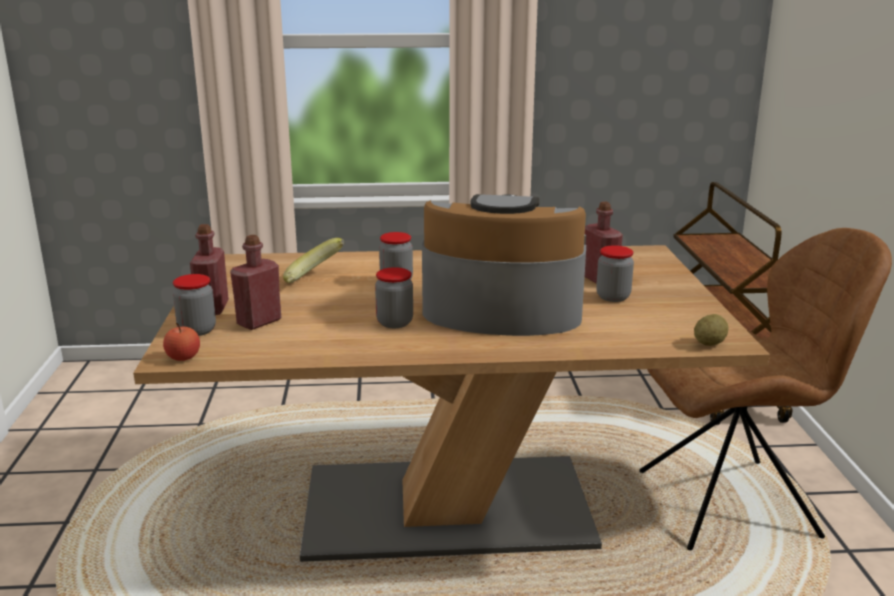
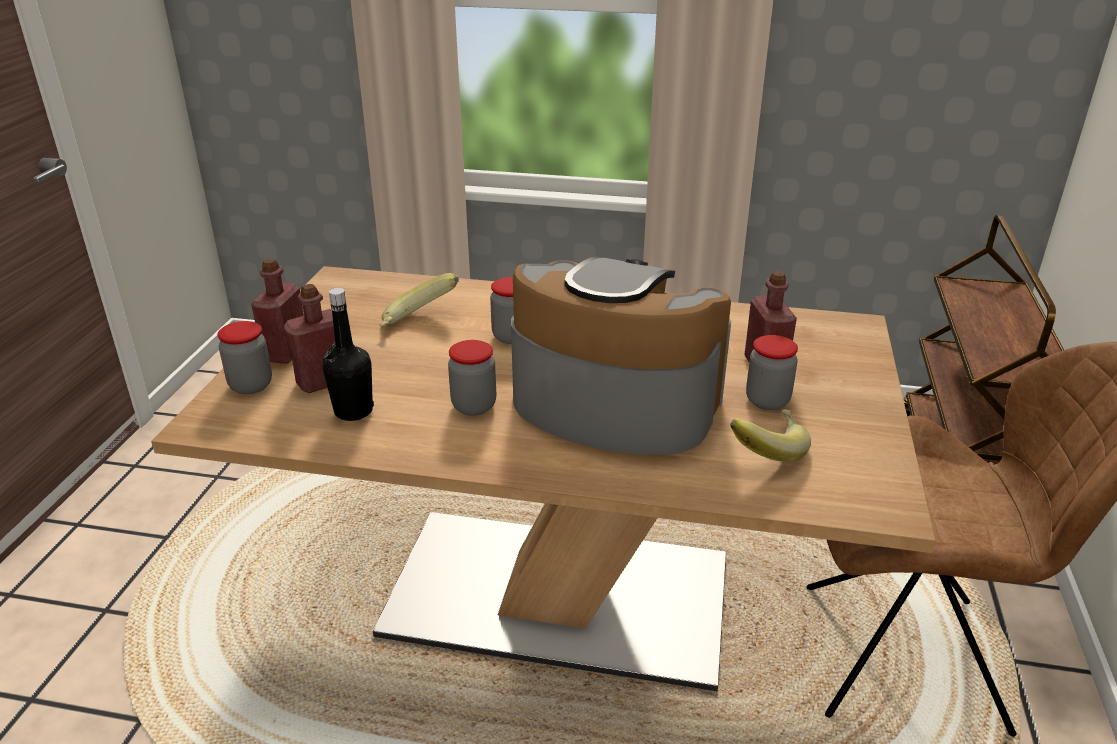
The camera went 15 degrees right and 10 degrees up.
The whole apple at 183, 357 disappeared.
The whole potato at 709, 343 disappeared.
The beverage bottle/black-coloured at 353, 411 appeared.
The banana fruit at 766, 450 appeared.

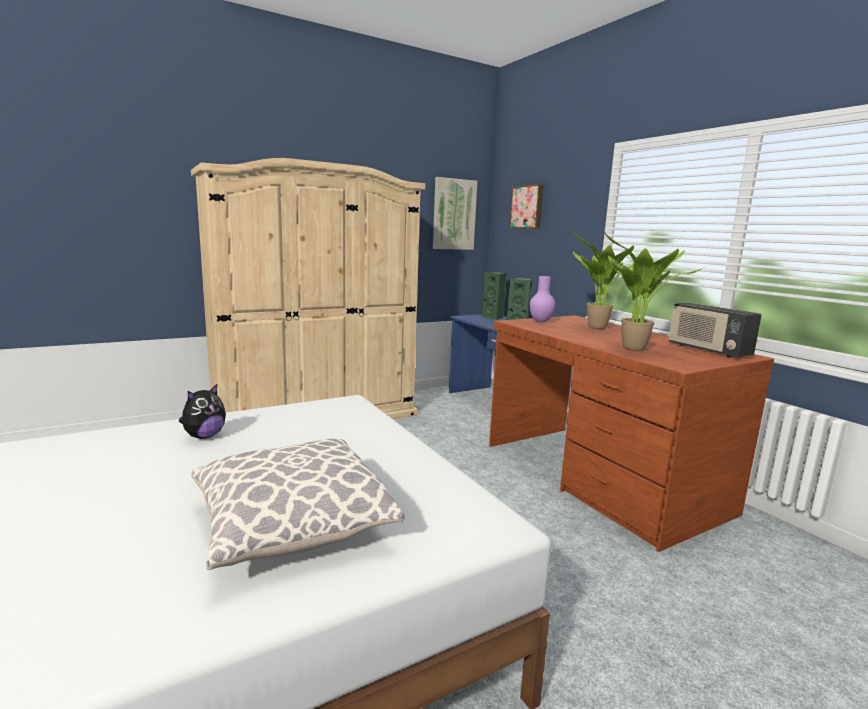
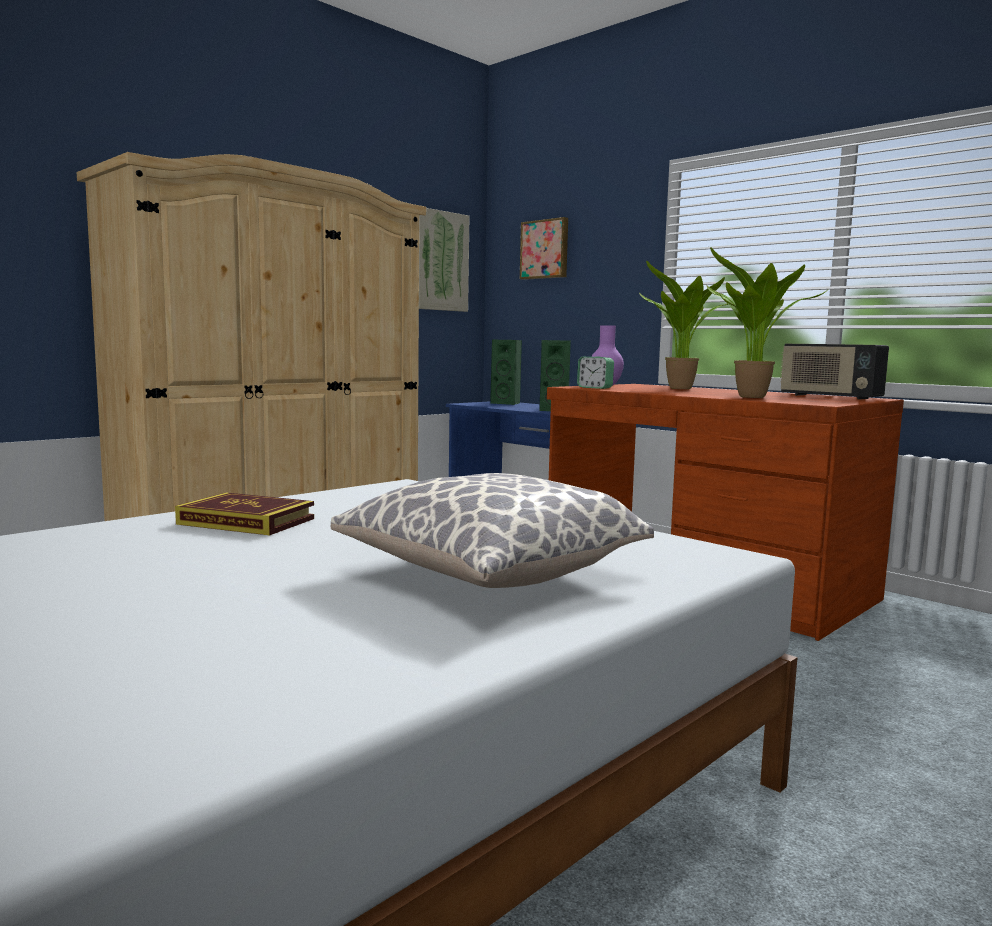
The camera went 15 degrees left and 5 degrees down.
The soft toy at 204, 436 was replaced by the book at 246, 521.
The table clock at 594, 388 appeared.

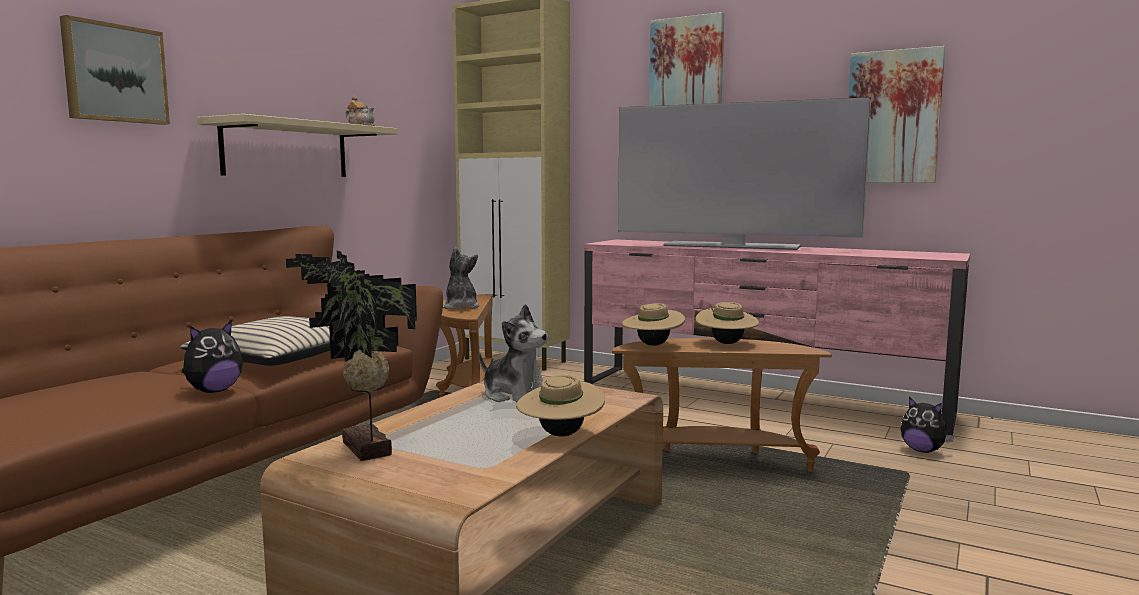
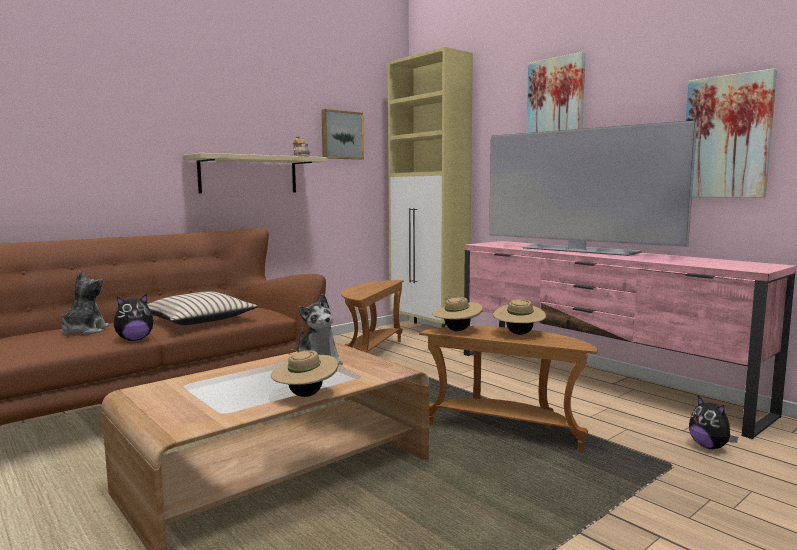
The camera went 20 degrees right and 0 degrees up.
The wall art moved from 114, 73 to 341, 135.
The houseplant at 362, 450 disappeared.
The soft toy moved from 460, 307 to 84, 331.

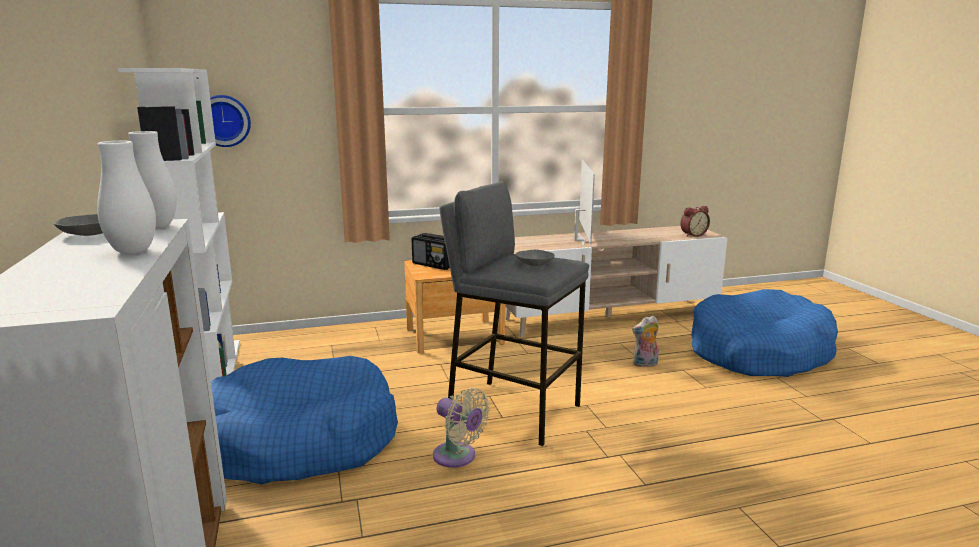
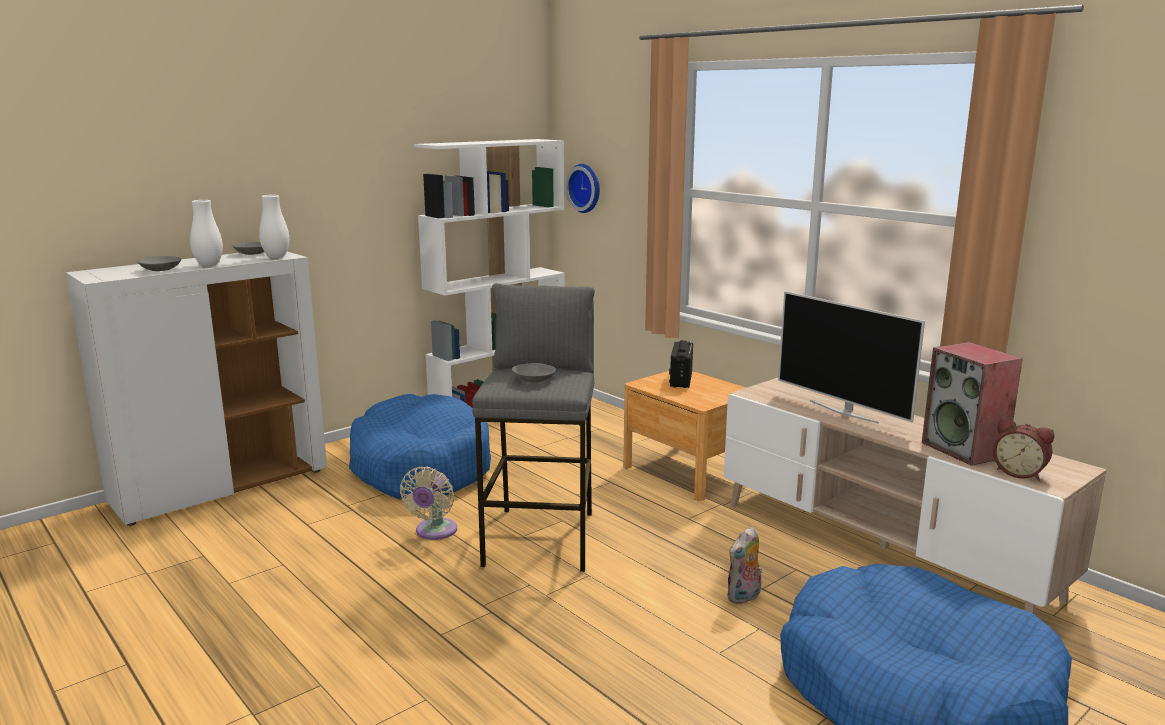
The camera went 65 degrees right and 0 degrees up.
The TV set at 579, 240 turned 75 degrees clockwise.
The soft toy at 645, 364 turned 90 degrees counterclockwise.
The bowl/grey at 161, 270 appeared.
The loudspeaker at 965, 450 appeared.

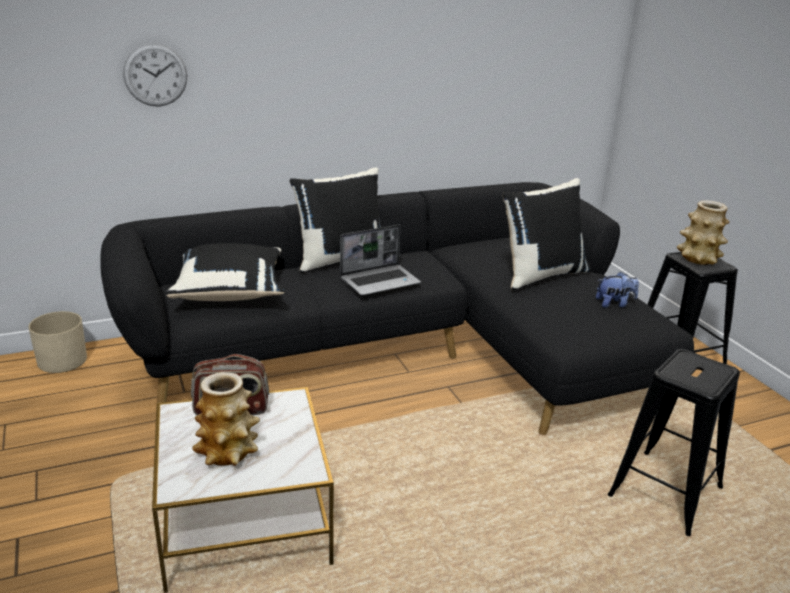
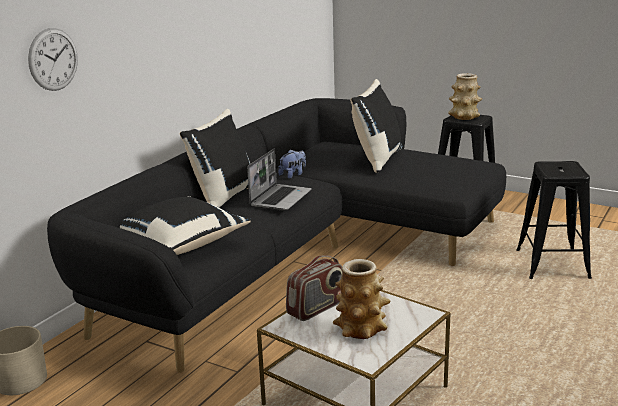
The camera went 35 degrees left and 5 degrees down.
The soft toy moved from 614, 304 to 293, 175.

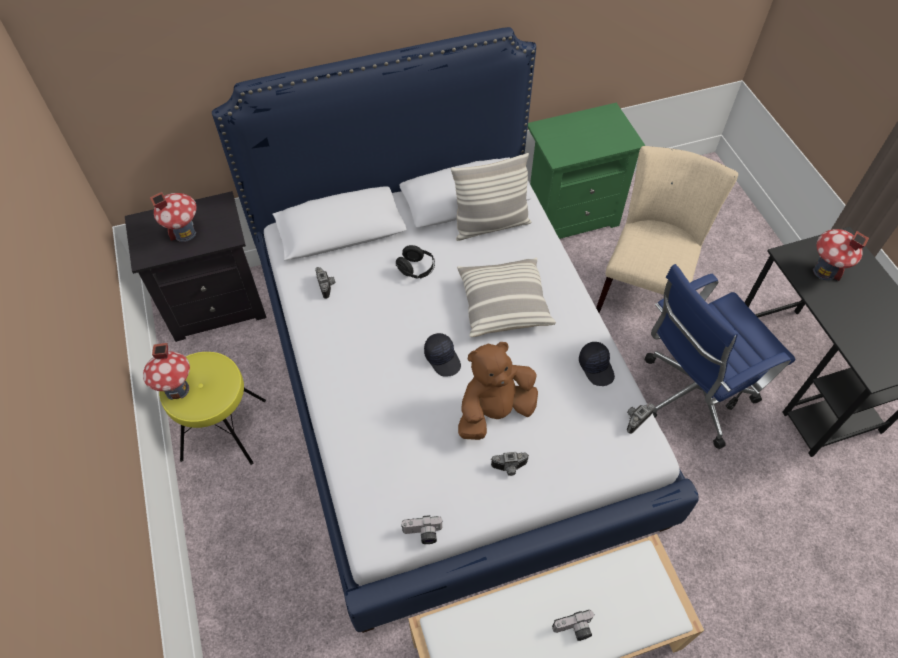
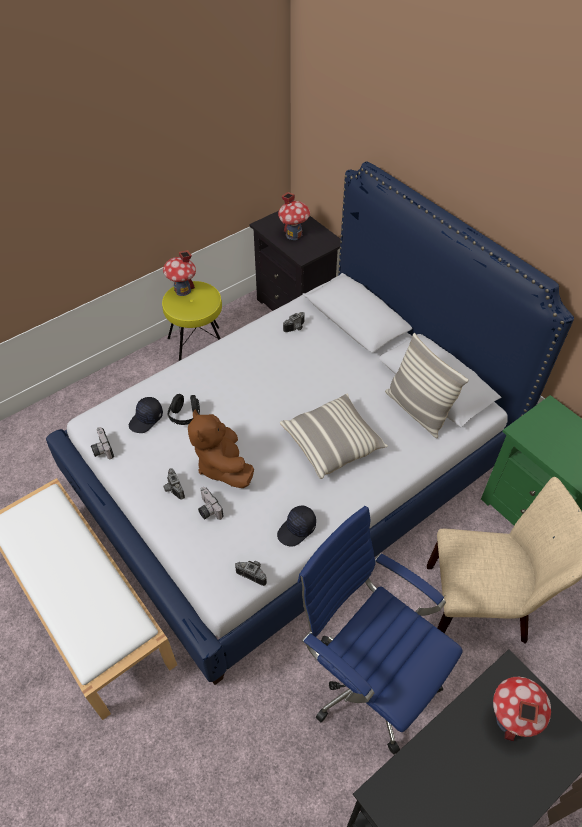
The camera went 70 degrees right and 5 degrees down.
The headphones/black-coloured moved from 416, 269 to 185, 416.
The peaked cap/black-coloured moved from 443, 358 to 146, 419.
The soft toy/brown-coloured at 494, 411 turned 150 degrees counterclockwise.
The still camera moved from 574, 630 to 208, 510.

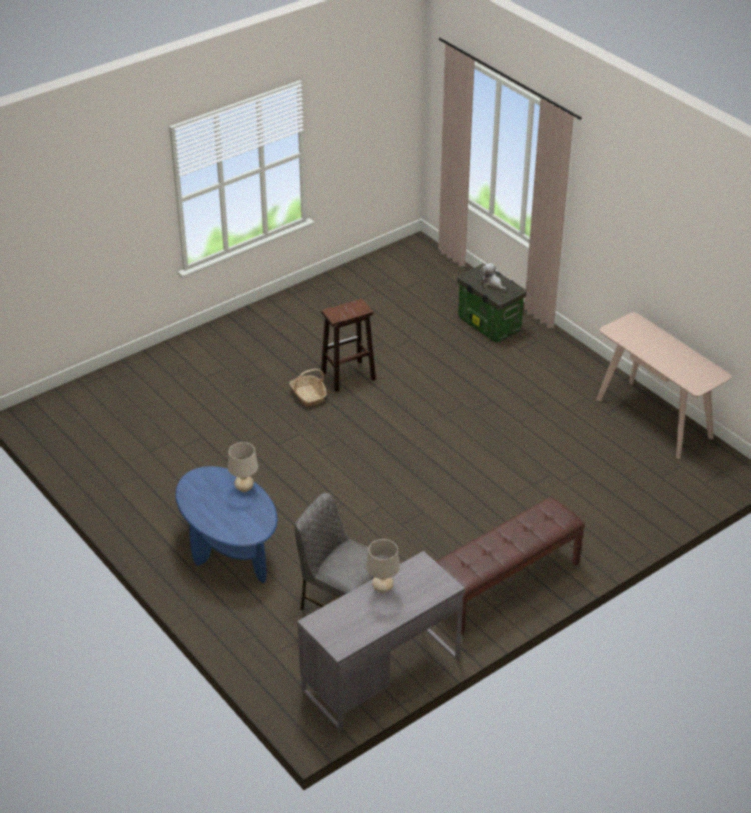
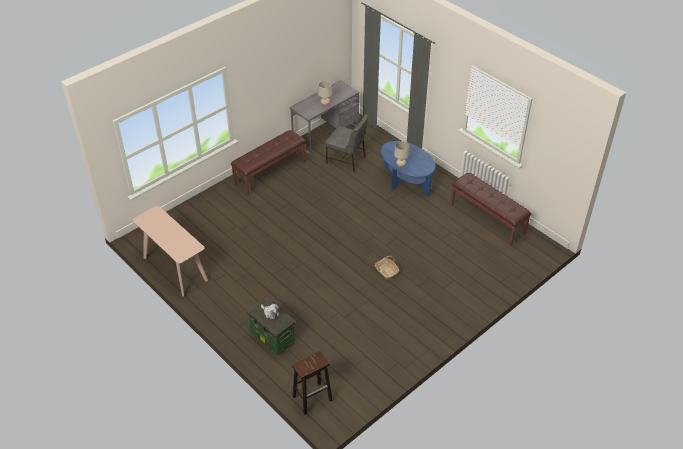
The camera went 175 degrees right and 5 degrees up.
The stool/brown-coloured moved from 347, 376 to 312, 398.
The long seat/brown-coloured at 487, 218 appeared.

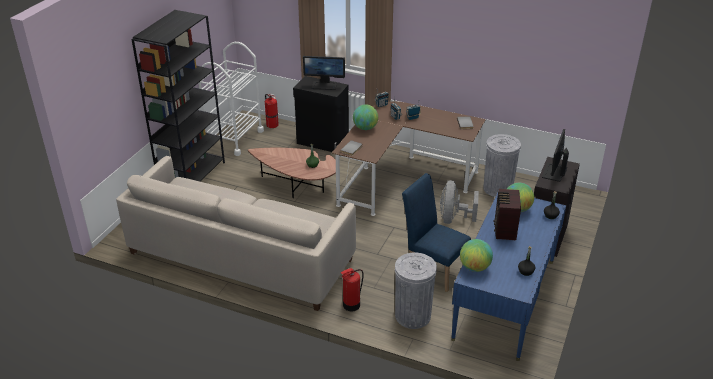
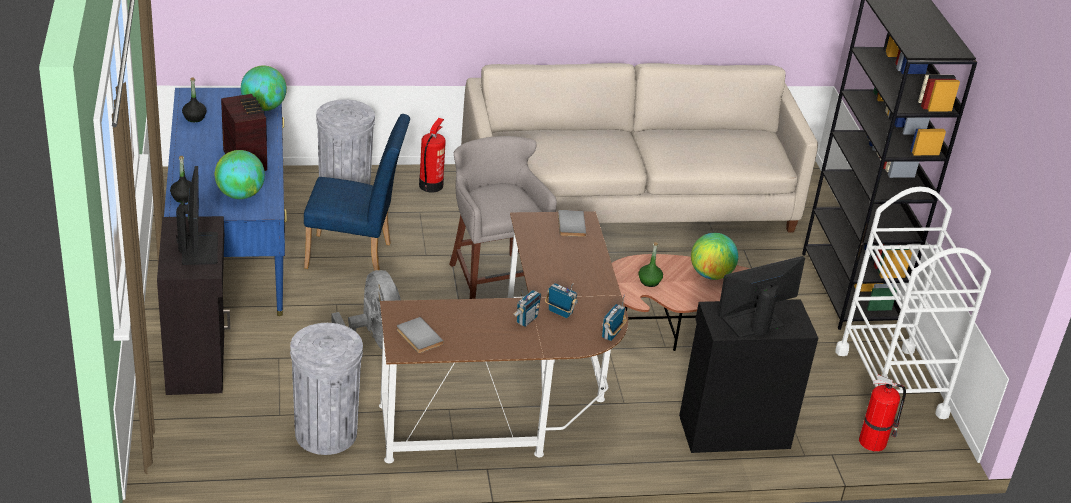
The camera went 145 degrees right and 0 degrees up.
The globe moved from 365, 128 to 711, 275.
The stool/grey at 493, 278 appeared.

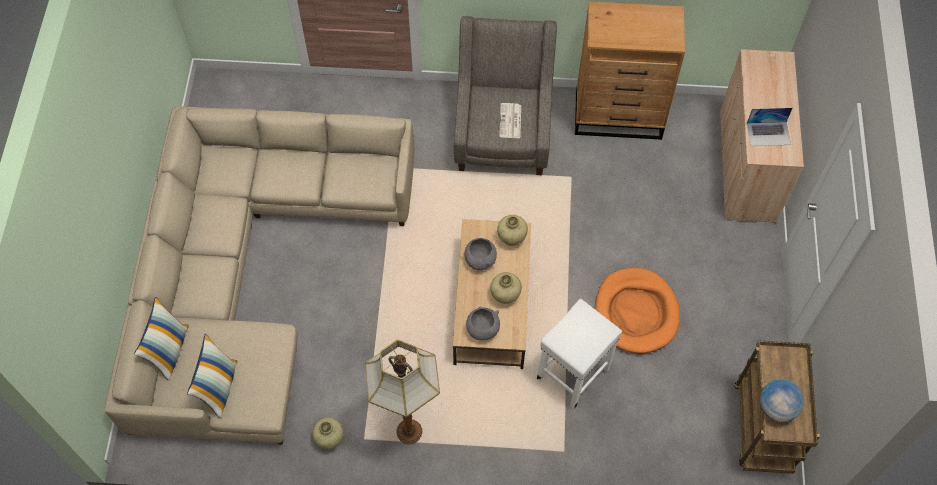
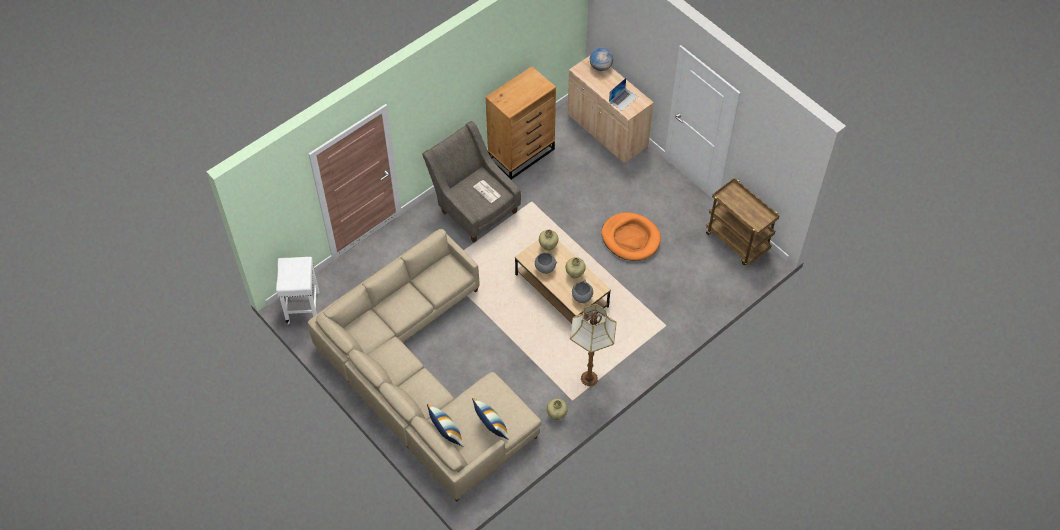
The camera went 45 degrees left and 5 degrees down.
The stool/whitish moved from 573, 373 to 303, 306.
The globe moved from 776, 408 to 600, 67.

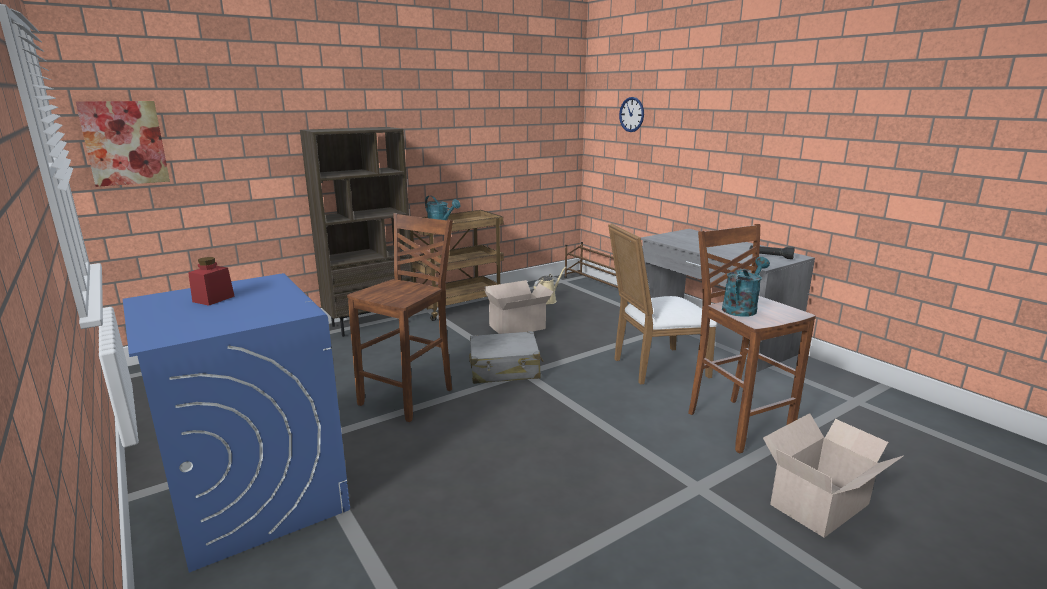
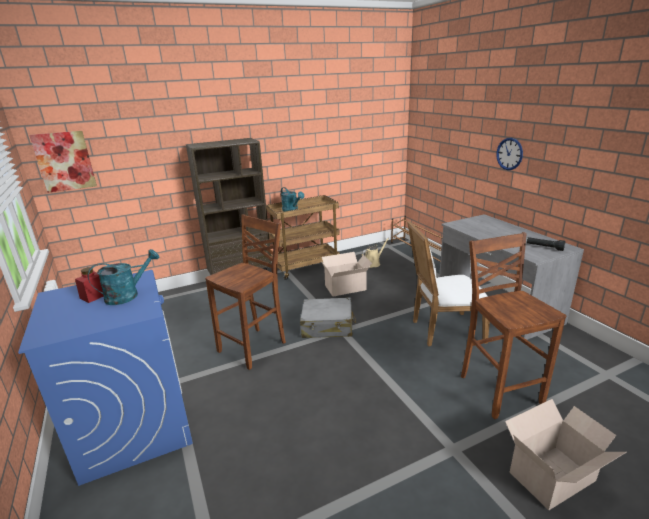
The camera went 10 degrees right and 5 degrees up.
The wall clock moved from 631, 114 to 509, 154.
The sprinkling can/turquoise-coloured moved from 742, 308 to 128, 295.

